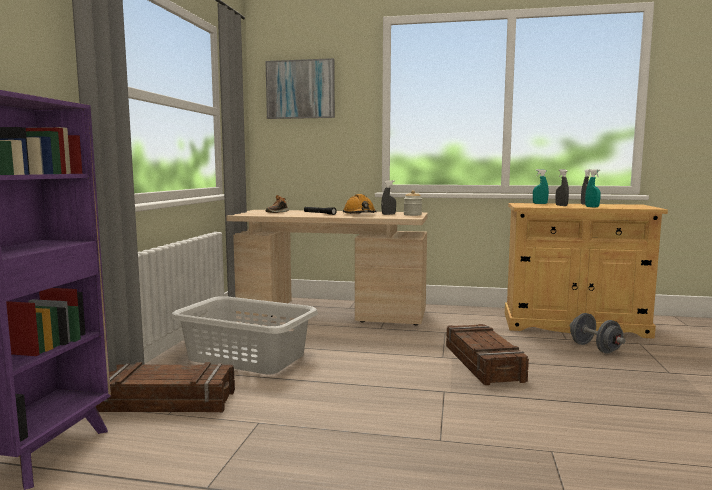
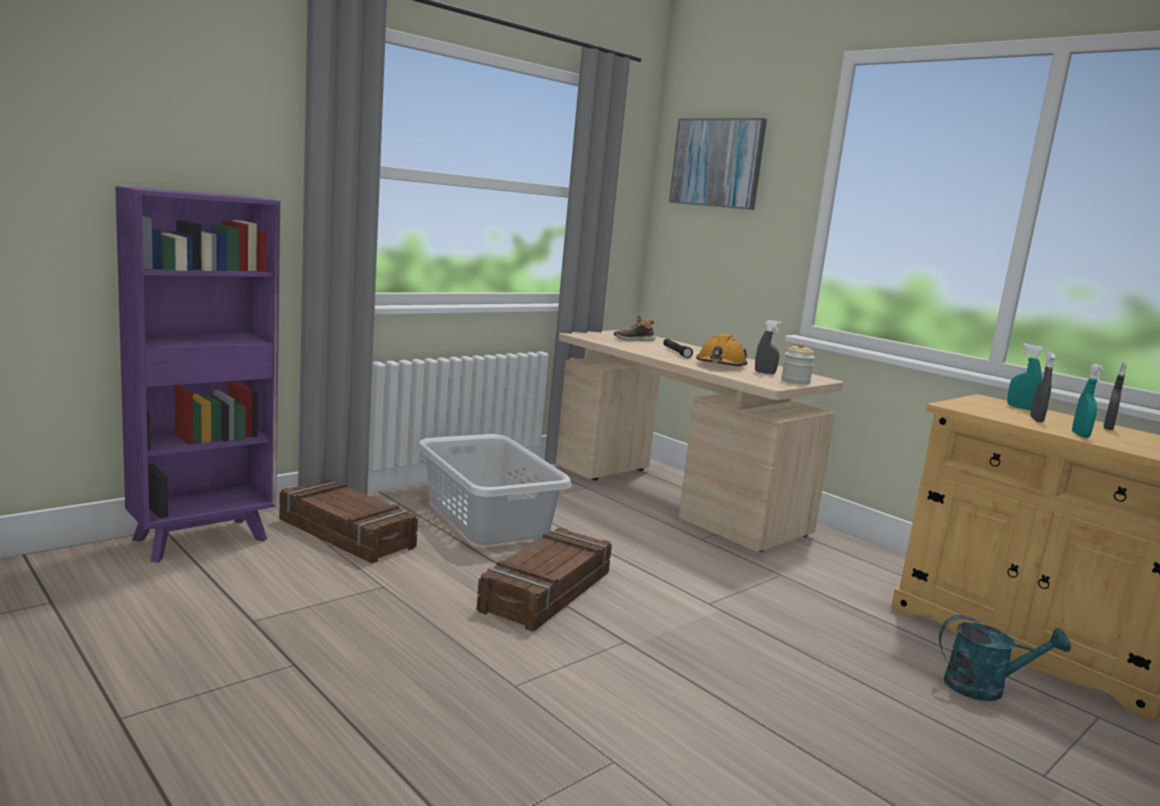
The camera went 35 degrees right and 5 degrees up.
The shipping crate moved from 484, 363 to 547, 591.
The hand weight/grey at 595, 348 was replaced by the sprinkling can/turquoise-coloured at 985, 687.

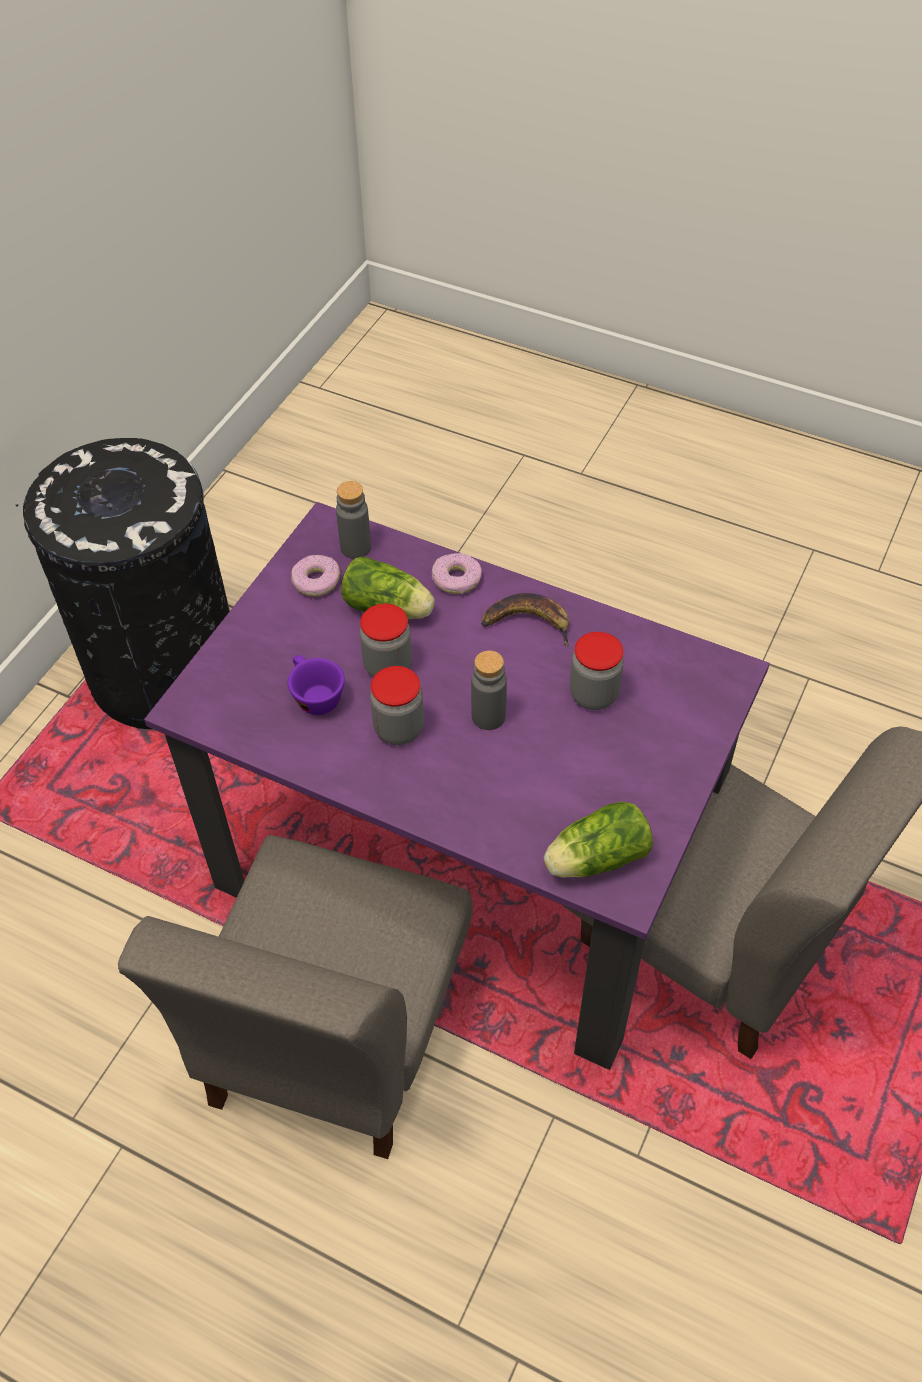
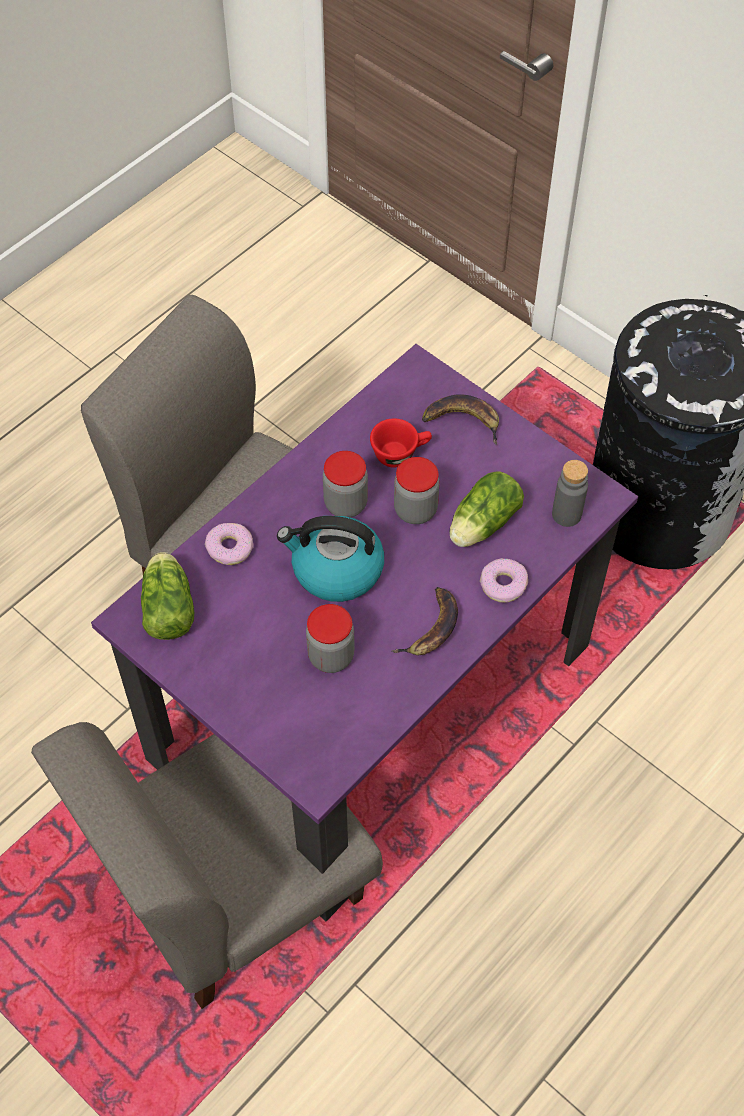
The camera went 105 degrees right and 5 degrees up.
The small cup/purplish at 314, 696 became the small cup/reddish at 400, 453.
The ring doughnut moved from 316, 581 to 230, 548.
The beverage bottle/grey at 488, 716 was replaced by the kettle at 335, 570.
The banana fruit at 463, 420 appeared.

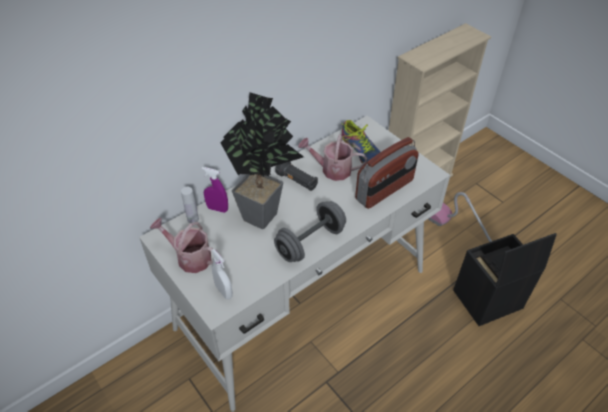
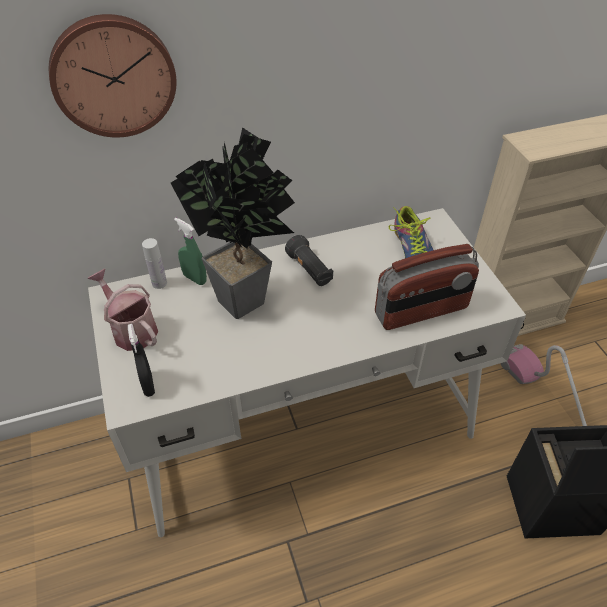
The camera went 20 degrees right and 0 degrees up.
The hand sprayer/purplish at 217, 209 became the hand sprayer/green at 194, 278.
The hand sprayer/whitish at 224, 291 became the hand sprayer/black-coloured at 148, 385.
The hand weight/grey at 310, 242 disappeared.
The sprinkling can at 332, 169 disappeared.
The wall clock at 113, 76 appeared.

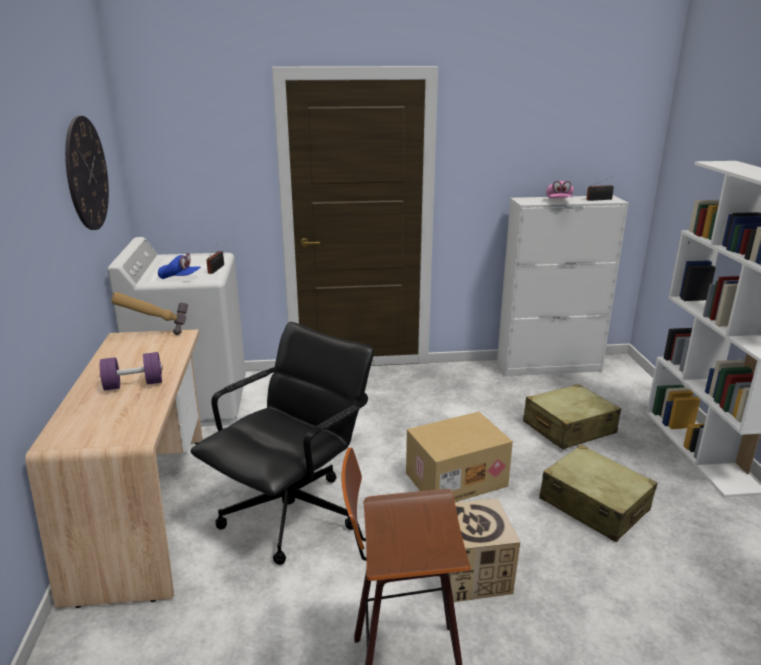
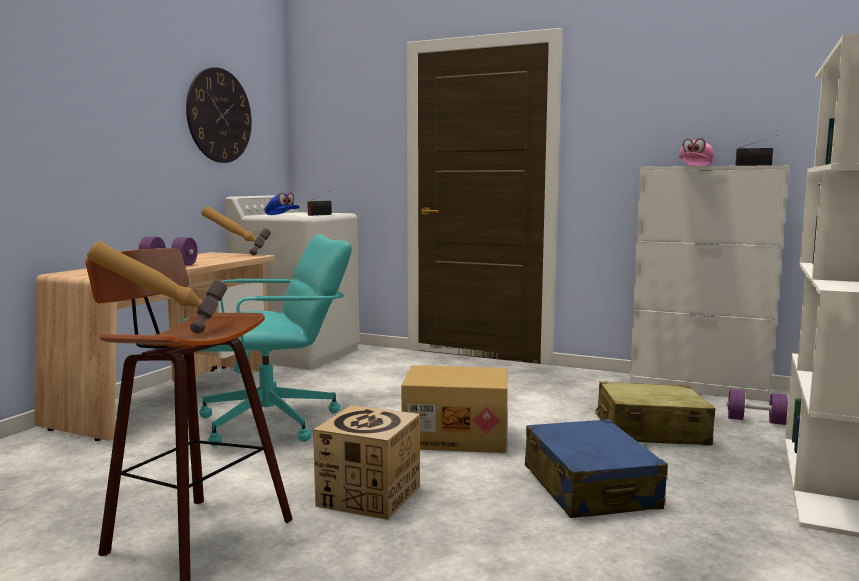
The camera went 30 degrees right and 15 degrees down.
The computer chair/black-coloured at 292, 514 became the computer chair/turquoise-coloured at 270, 423.
The suitcase/beige at 594, 505 became the suitcase/bluish at 590, 488.
The tool hammer at 164, 332 appeared.
The hand weight/purplish at 756, 420 appeared.

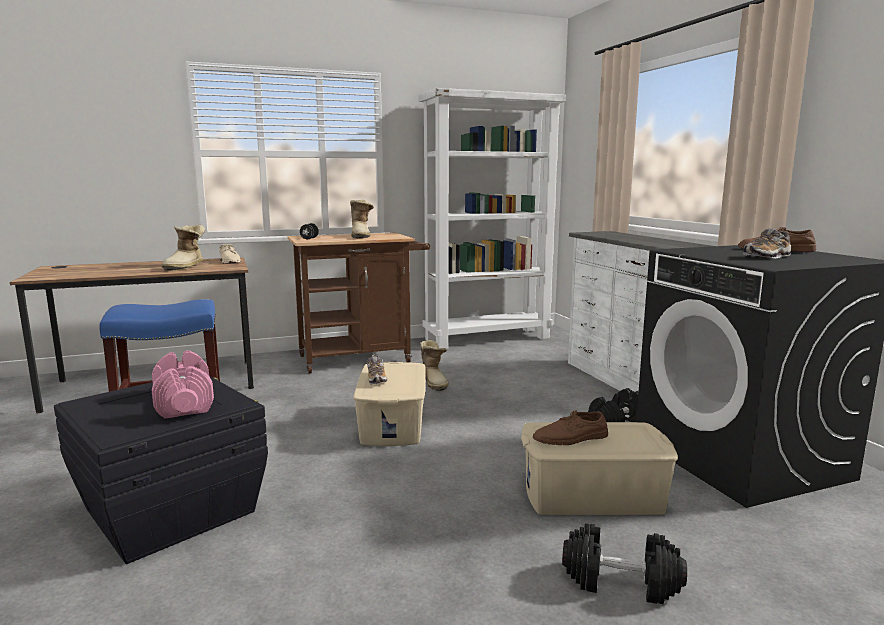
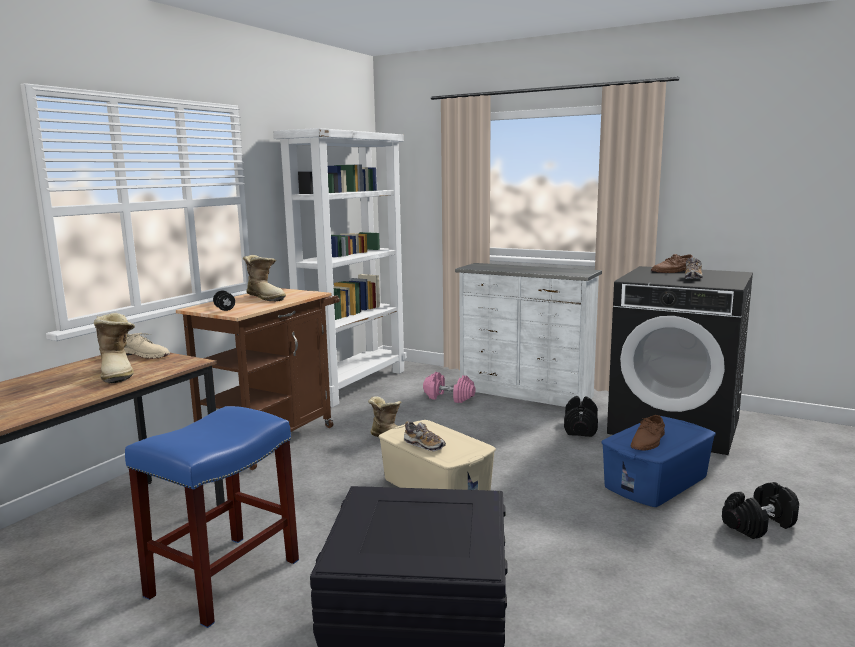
The camera went 40 degrees left and 0 degrees up.
The hand weight/pink-coloured moved from 183, 403 to 448, 397.
The storage box/beige at 593, 495 became the storage box/bluish at 657, 481.

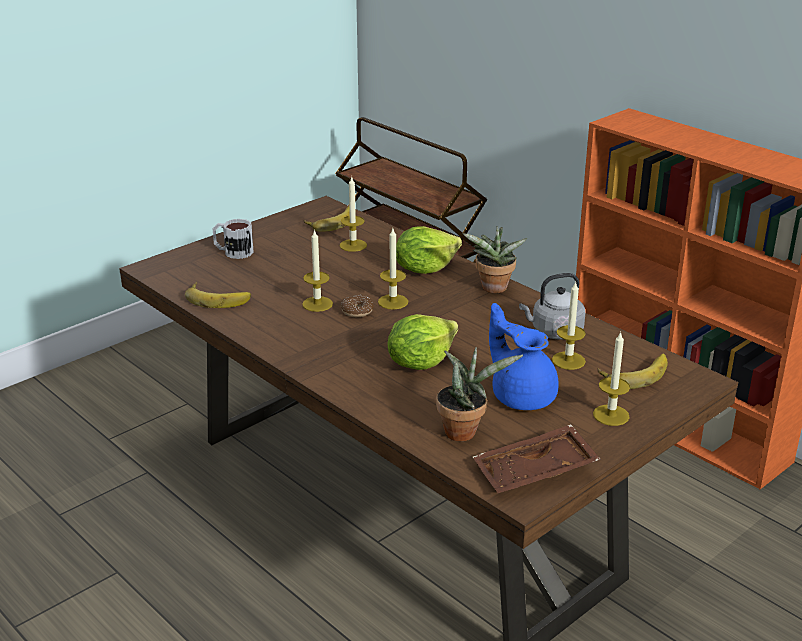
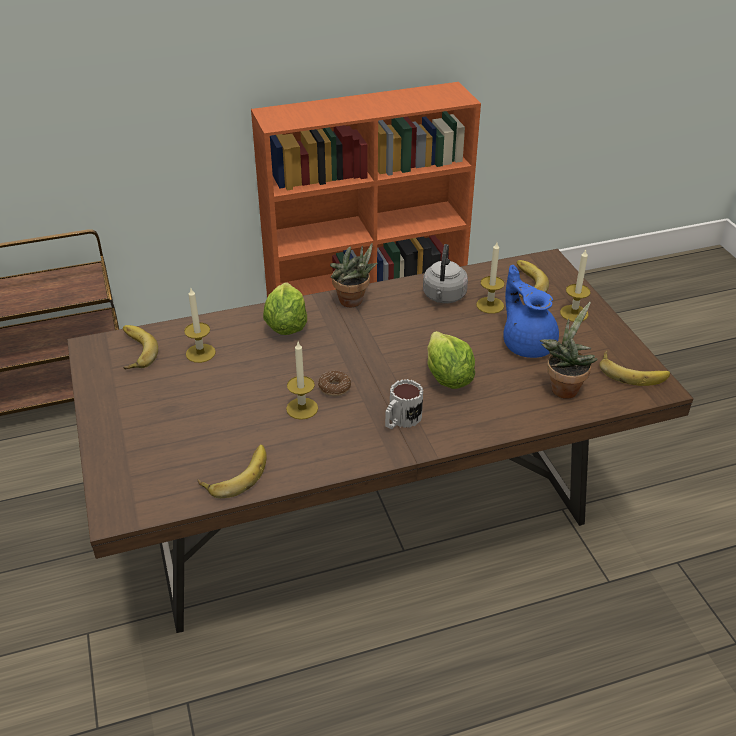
The camera went 65 degrees left and 10 degrees up.
The mug moved from 233, 252 to 400, 420.
The wax candle at 393, 302 disappeared.
The tray/brown-coloured at 535, 473 was replaced by the banana fruit at 632, 371.
The pot for tea/bluish at 521, 395 turned 75 degrees clockwise.

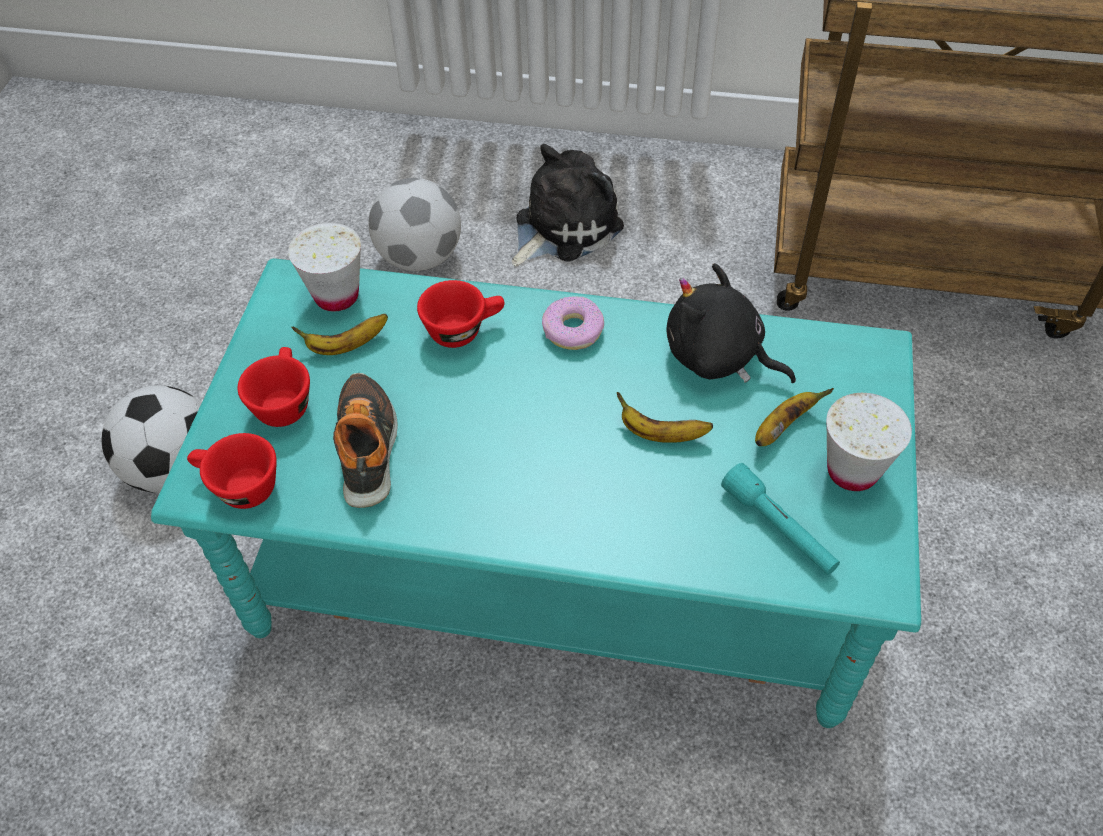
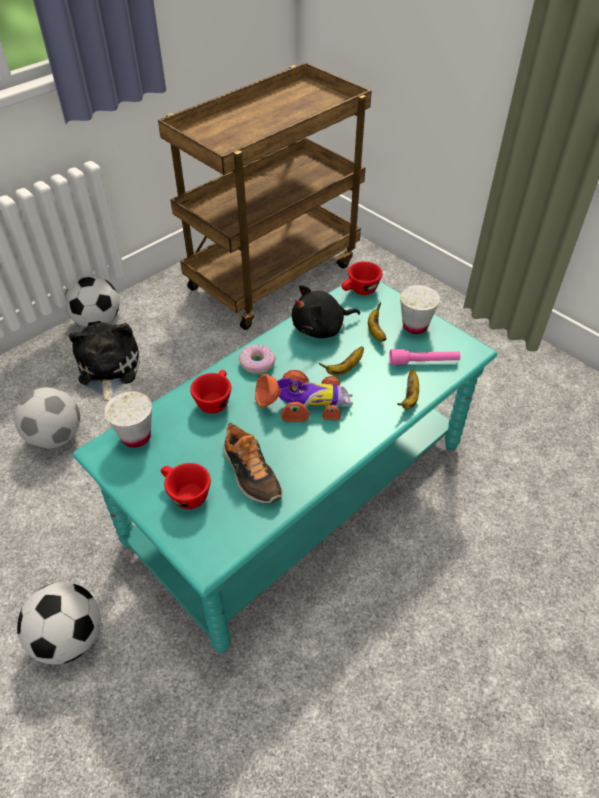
The camera went 55 degrees left and 5 degrees down.
The small cup/reddish moved from 238, 487 to 359, 291.
The banana fruit moved from 346, 346 to 409, 398.
The item of footwear at 368, 446 turned 150 degrees counterclockwise.
The torch/turquoise-coloured at 779, 529 became the torch/pink-coloured at 423, 362.
The football at 98, 321 appeared.
The miniature car at 303, 404 appeared.

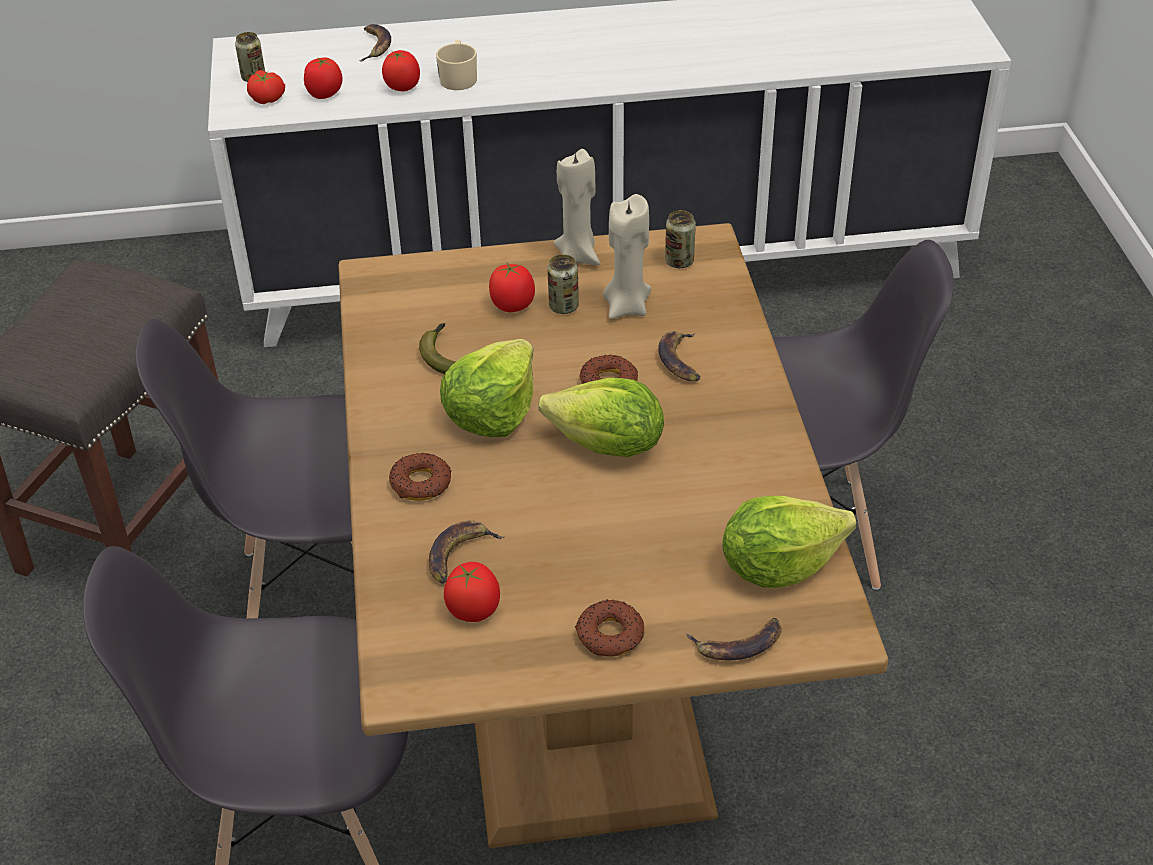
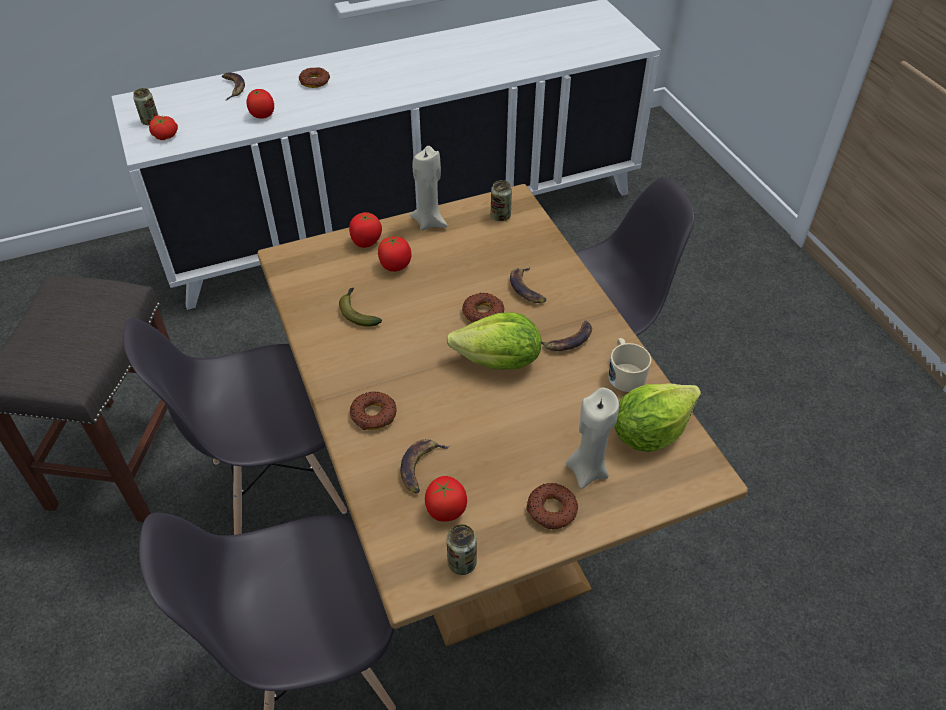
The camera went 15 degrees left and 5 degrees up.
The tomato moved from 324, 94 to 366, 242.
The mug/beige moved from 458, 77 to 625, 374.
The lettuce at 492, 411 disappeared.
The metal can moved from 563, 307 to 462, 563.
The wax candle/beige moved from 626, 307 to 587, 470.
The banana fruit moved from 738, 644 to 567, 340.
The ring doughnut at 314, 81 appeared.

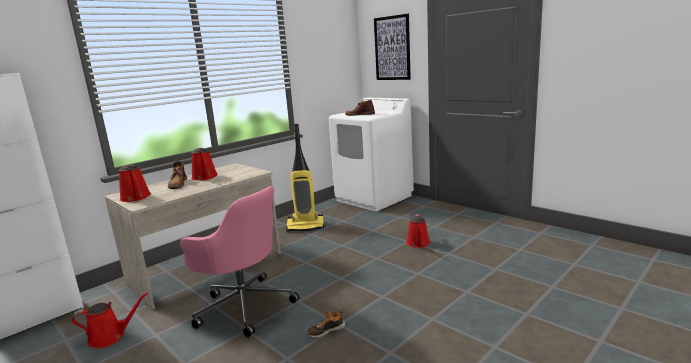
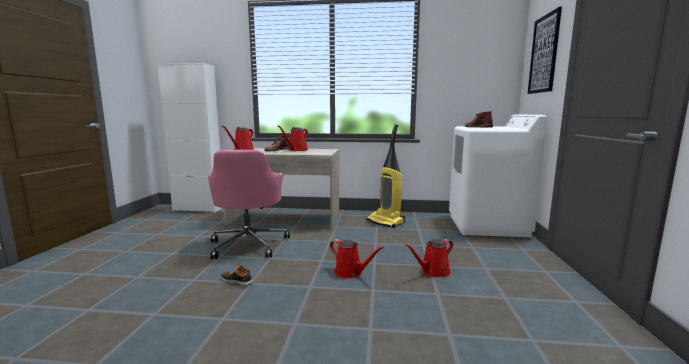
The camera went 50 degrees right and 5 degrees down.
The sprinkling can/reddish moved from 110, 337 to 350, 272.

